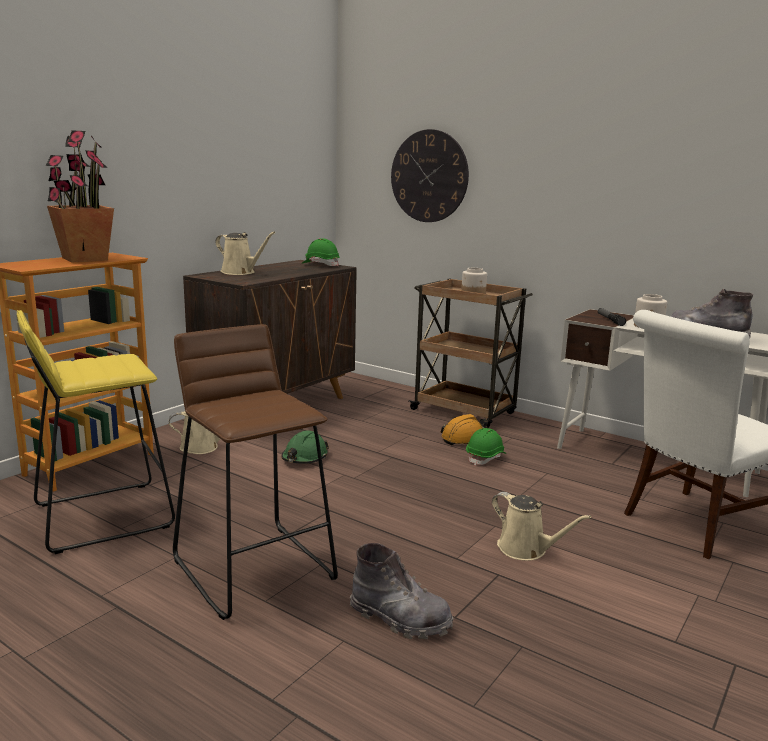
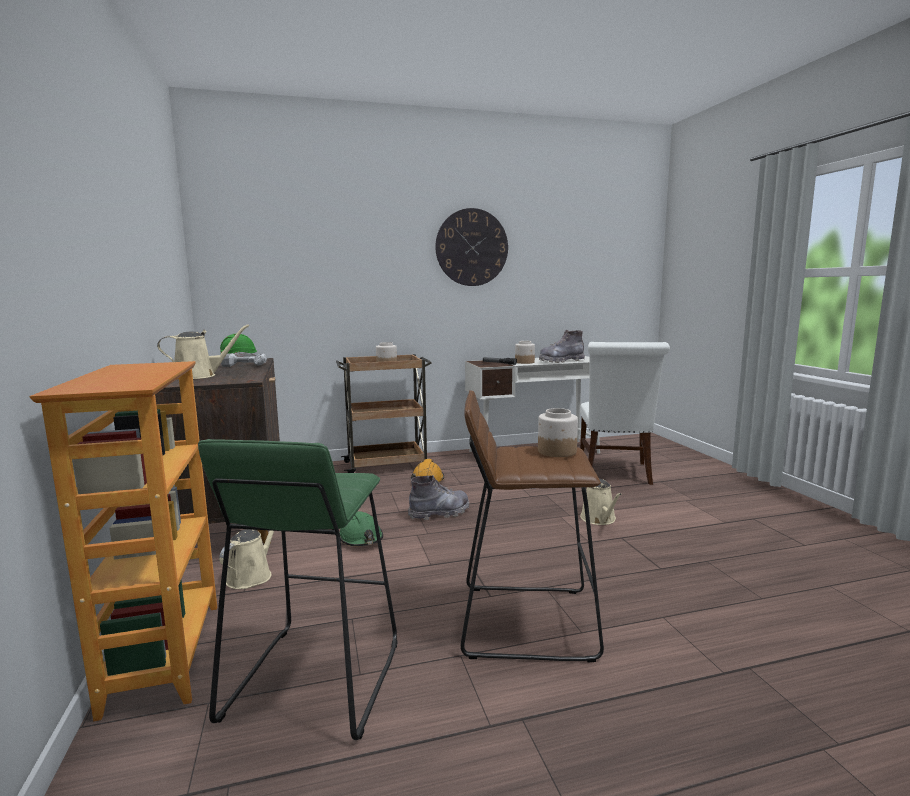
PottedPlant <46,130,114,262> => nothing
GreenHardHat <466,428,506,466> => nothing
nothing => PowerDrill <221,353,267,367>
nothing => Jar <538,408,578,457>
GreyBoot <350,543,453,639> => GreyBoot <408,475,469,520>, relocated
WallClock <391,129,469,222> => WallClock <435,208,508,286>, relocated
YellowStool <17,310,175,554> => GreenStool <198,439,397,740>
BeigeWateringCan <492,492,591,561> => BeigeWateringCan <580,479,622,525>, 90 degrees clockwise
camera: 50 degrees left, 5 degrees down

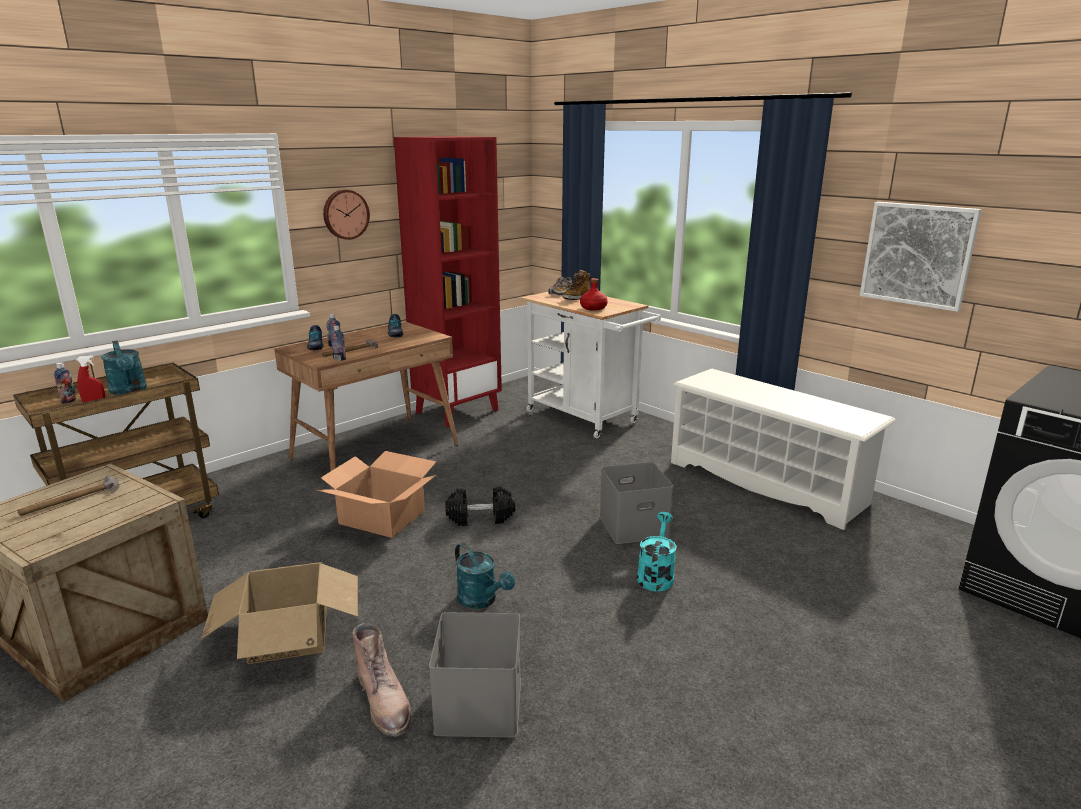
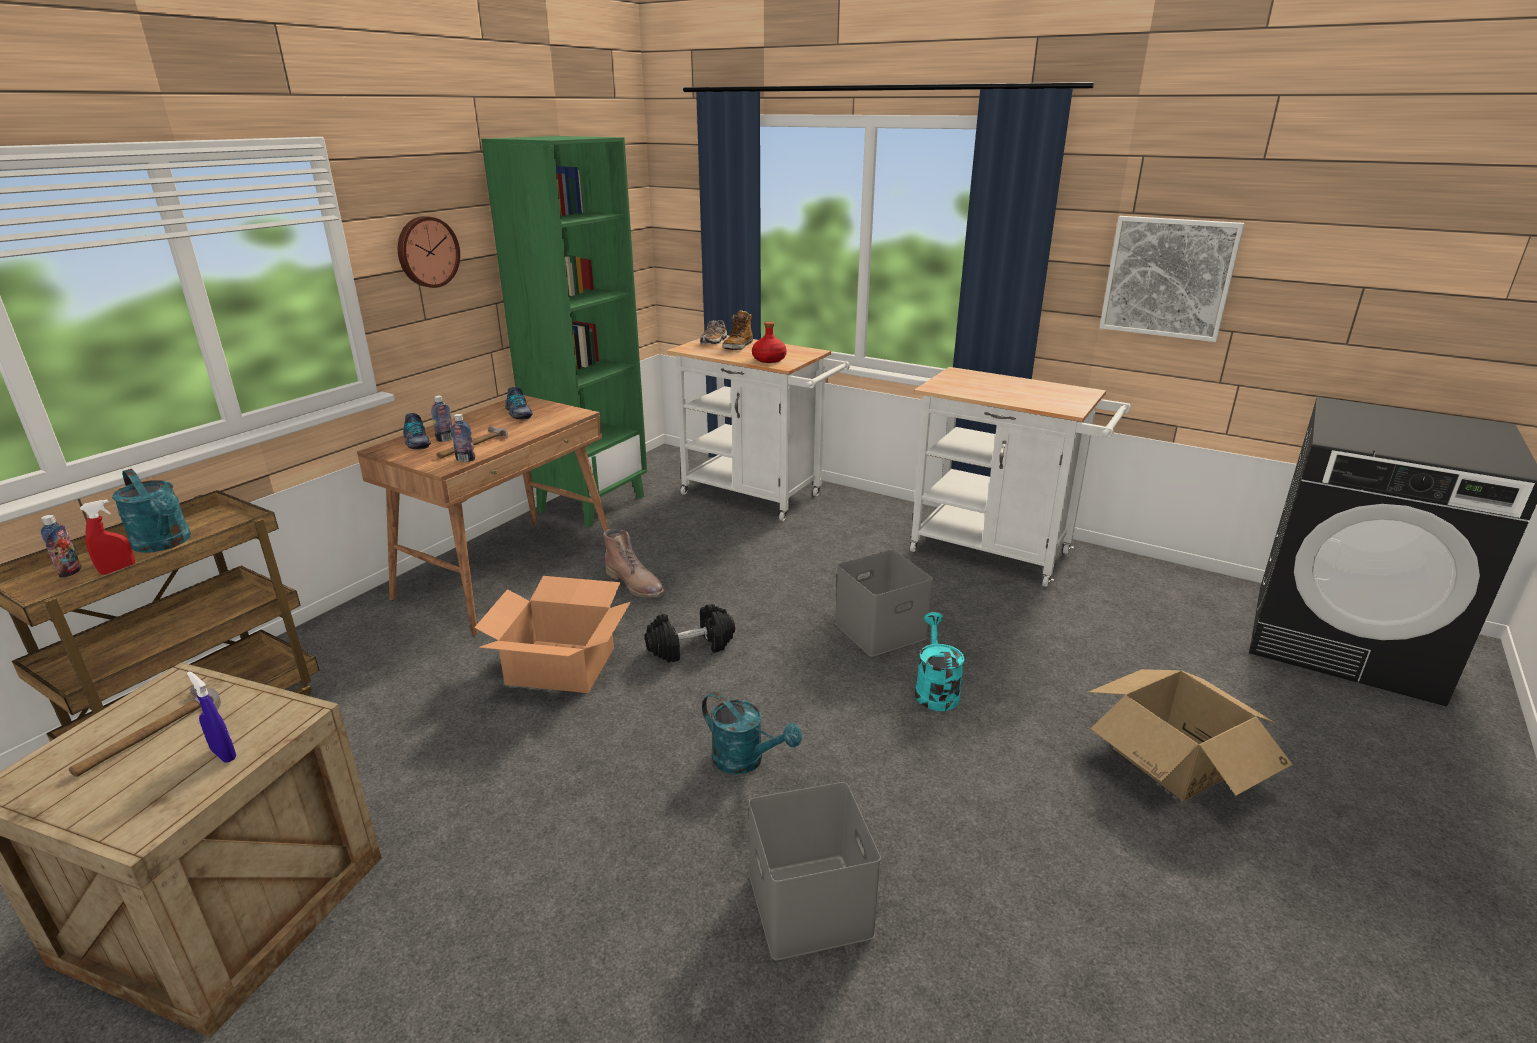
nothing => BlueSprayBottle <187,671,236,763>
CardboardBox <201,562,358,664> => CardboardBox <1088,669,1293,801>, relocated
BrownBoot <352,623,411,737> => BrownBoot <603,529,665,598>, relocated
WhiteShoeRack <671,369,896,530> => WhiteCart <910,367,1131,587>
RedBookcase <394,136,502,427> => GreenBookcase <481,136,647,528>
camera: 15 degrees left, 5 degrees up

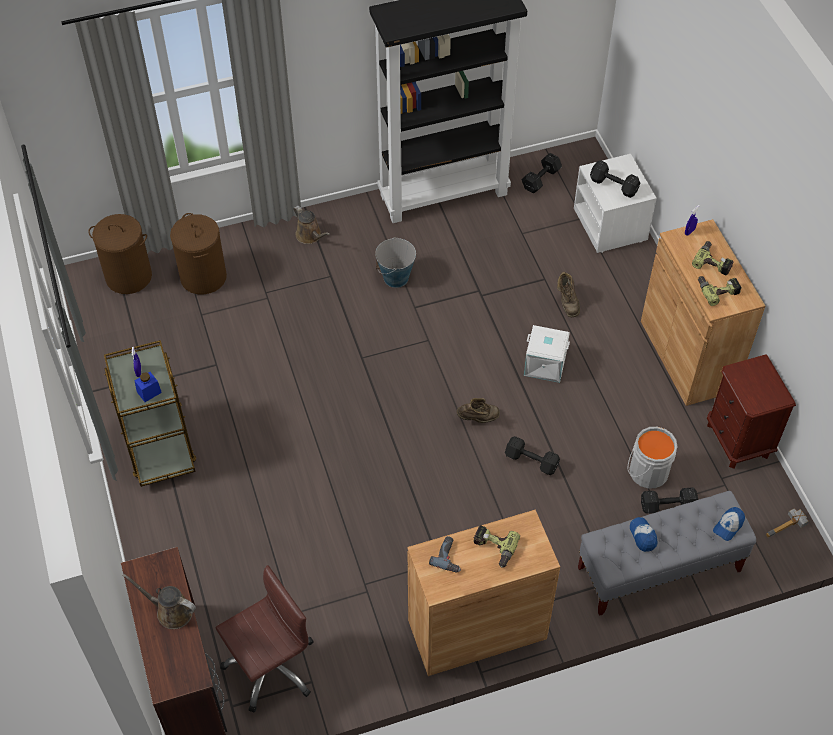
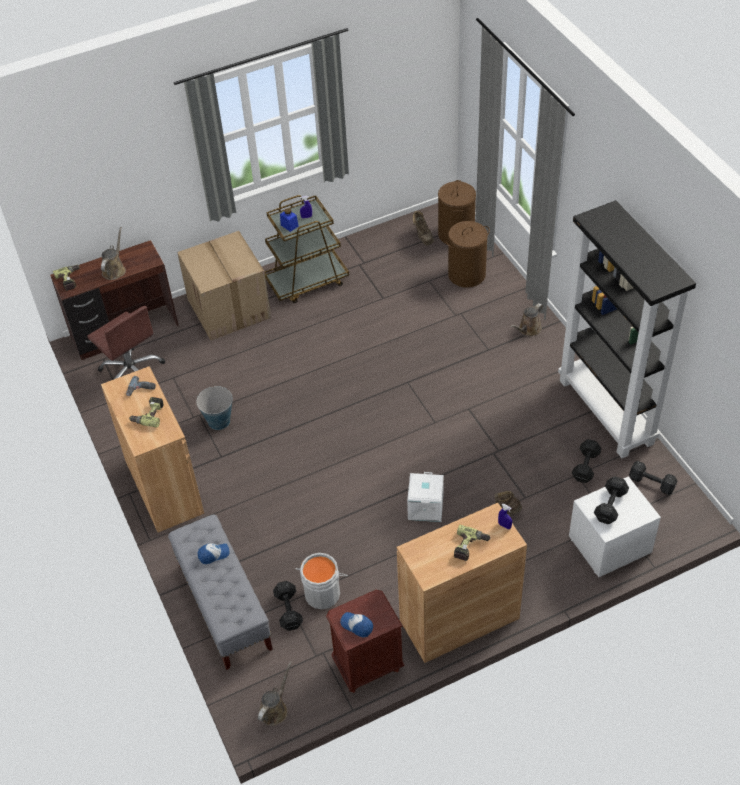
nothing => CardboardBox <177,231,271,340>
Bucket <375,237,416,288> => Bucket <196,386,233,430>, relocated
BrownBoot <457,398,500,423> => BrownBoot <413,211,434,245>, relocated
BlackDumbbell <505,436,560,475> => BlackDumbbell <572,439,601,483>, relocated
PowerDrill <698,276,742,306> => PowerDrill <53,265,80,291>, relocated
Cap <713,507,745,541> => Cap <340,612,373,637>, relocated
Hammer <766,508,809,538> => BrownWateringCan <258,662,292,726>
camera: 85 degrees right, 5 degrees down

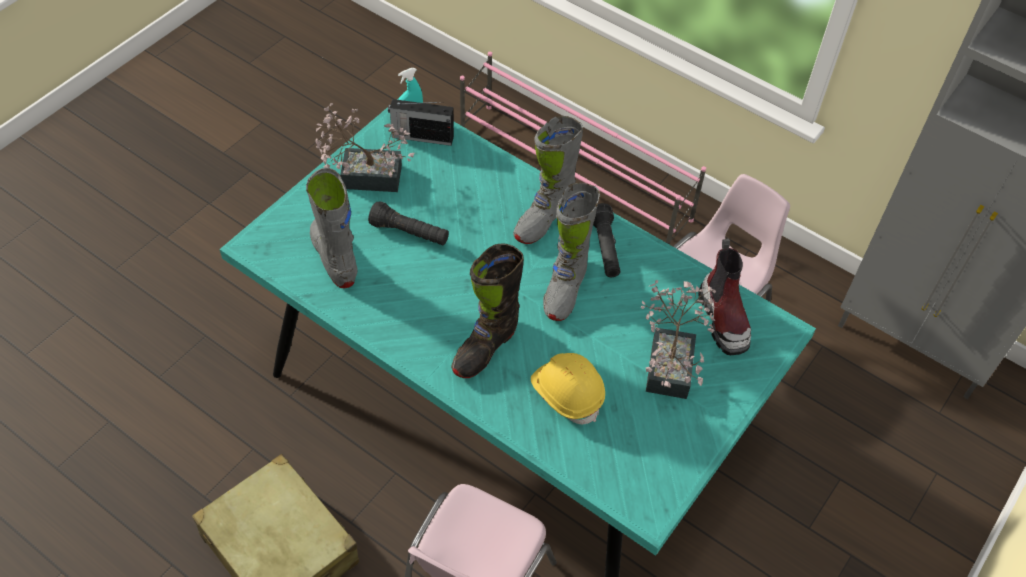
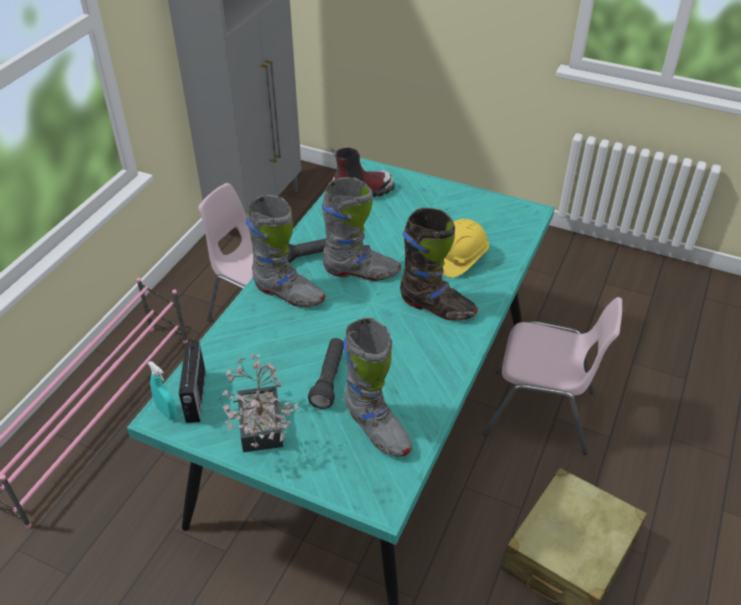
PottedPlant <641,280,716,399> => nothing
GreyBoot <306,168,358,288> => GreyBoot <343,318,412,457>, 90 degrees counterclockwise
camera: 100 degrees left, 10 degrees down

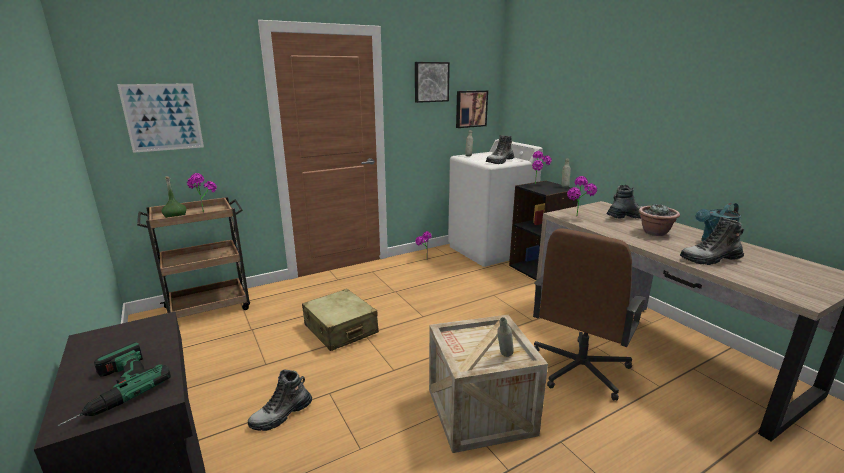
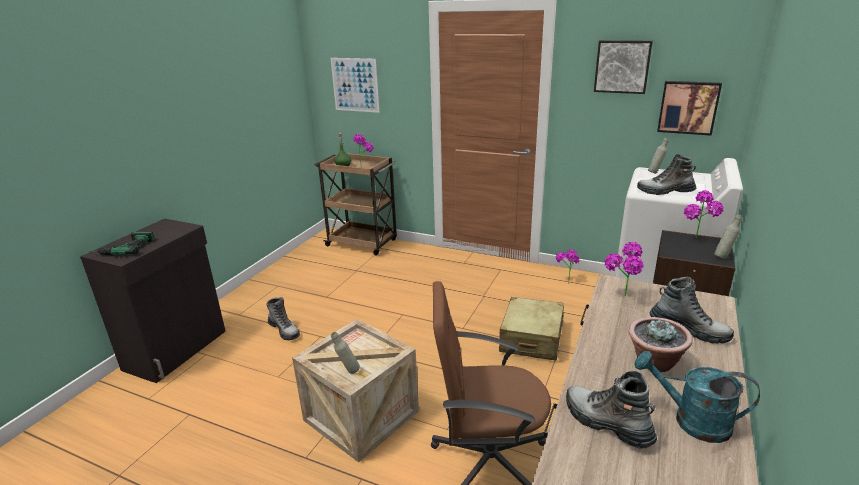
BeigeSuitcase <302,289,379,351> => BeigeSuitcase <499,297,564,360>, relocated
Boot <248,369,312,431> => Boot <266,297,300,340>, 150 degrees counterclockwise
camera: 55 degrees right, 5 degrees up

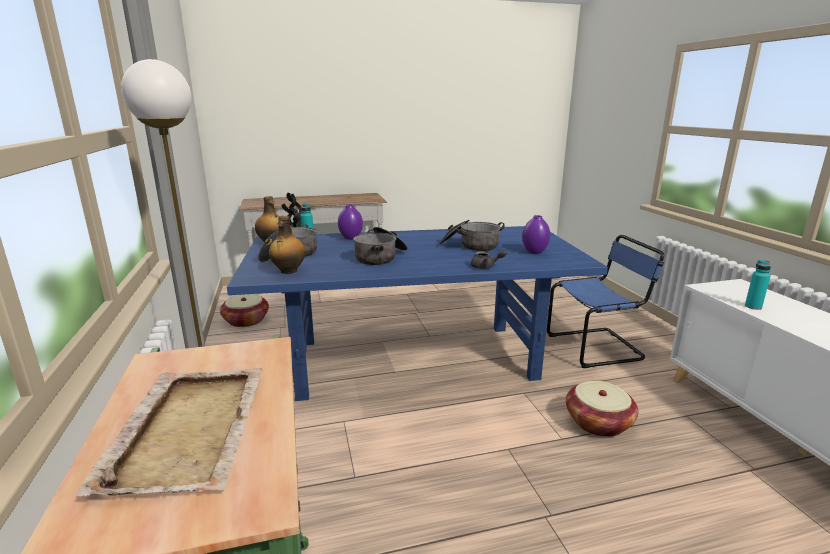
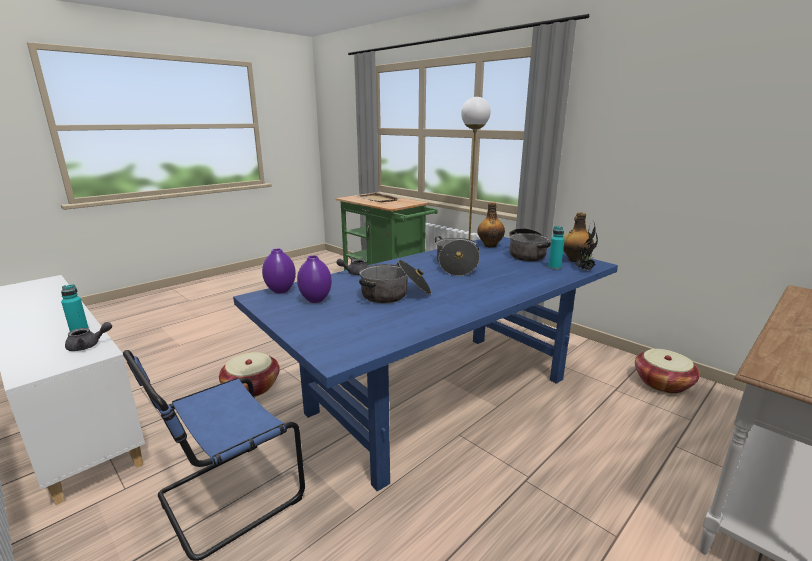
nothing => GreyTeapot <65,322,112,351>
PurpleVase <338,204,363,240> => PurpleVase <262,248,296,294>, relocated
camera: 150 degrees right, 0 degrees up

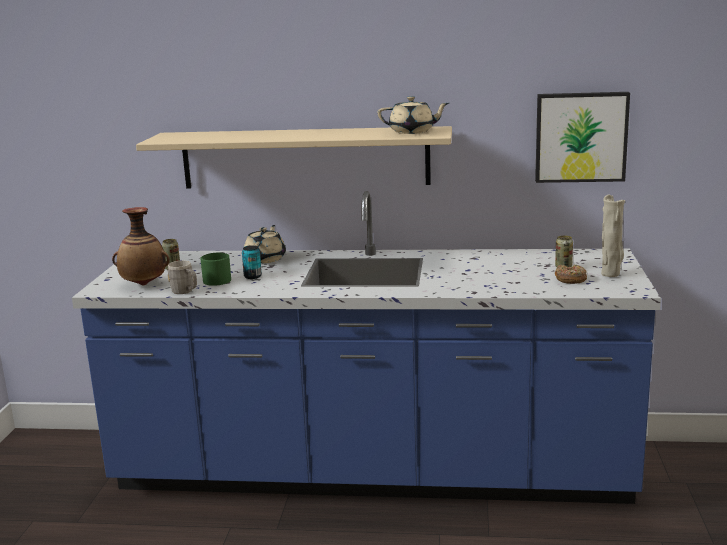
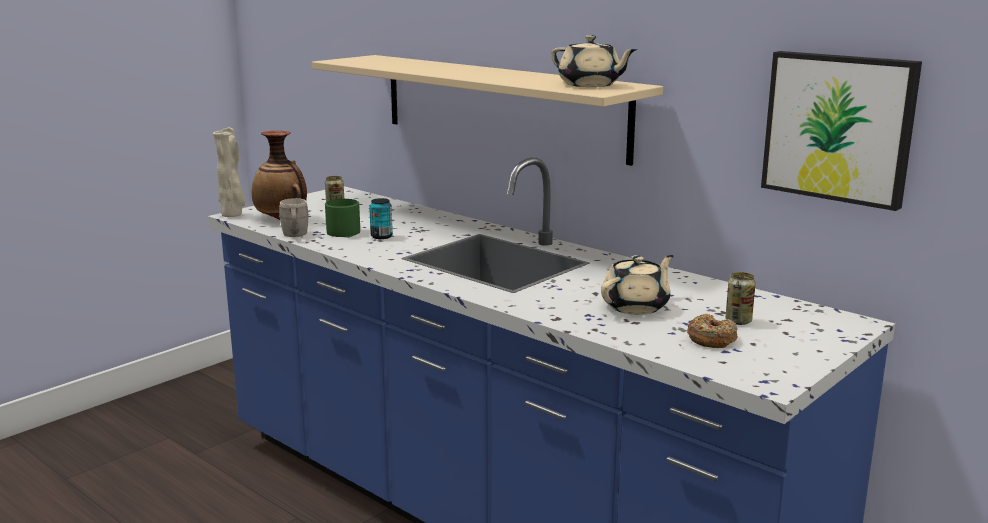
BeigeTeapot <244,225,286,263> => BeigeTeapot <601,255,674,315>, relocated
BeigeVase <601,195,625,277> => BeigeVase <213,127,245,217>, relocated
camera: 35 degrees right, 0 degrees up

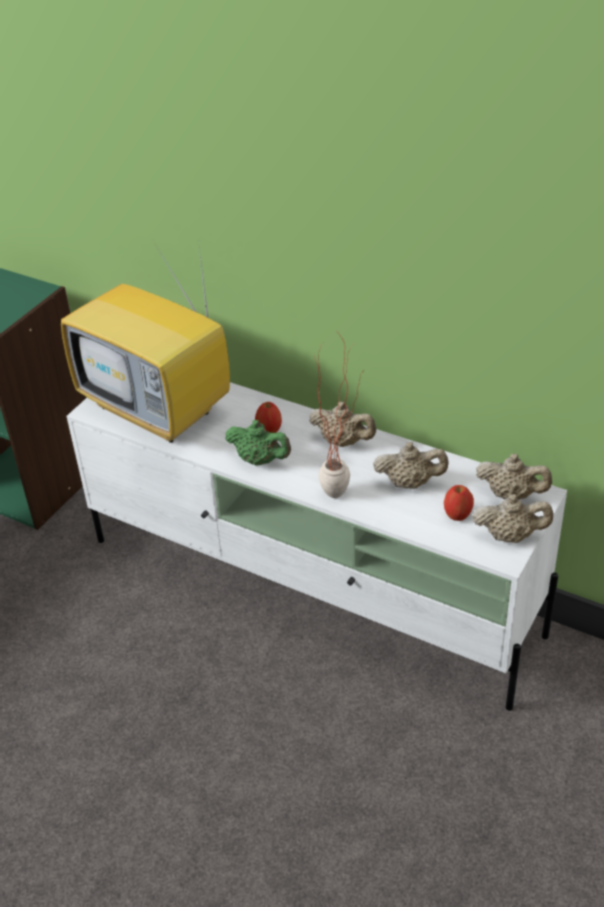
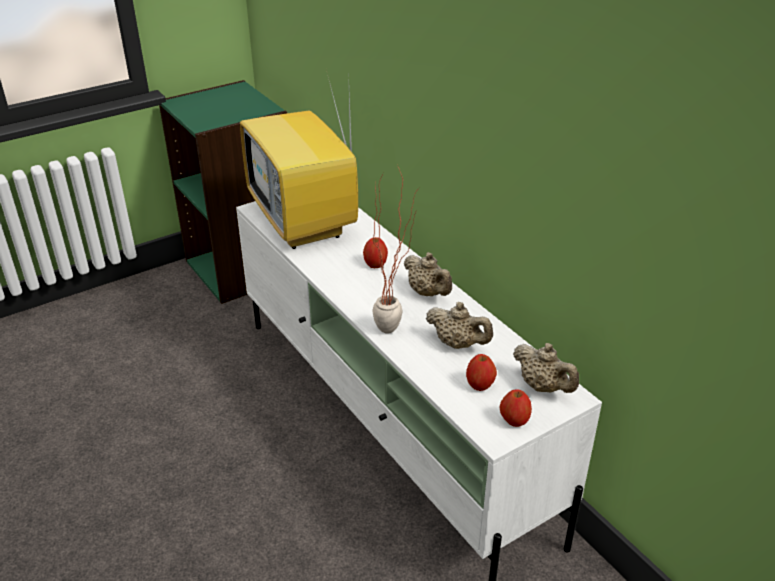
GreenTeapot <225,420,291,466> => nothing
BeigeTeapot <473,494,553,543> => Apple <500,390,532,427>
camera: 25 degrees right, 5 degrees down

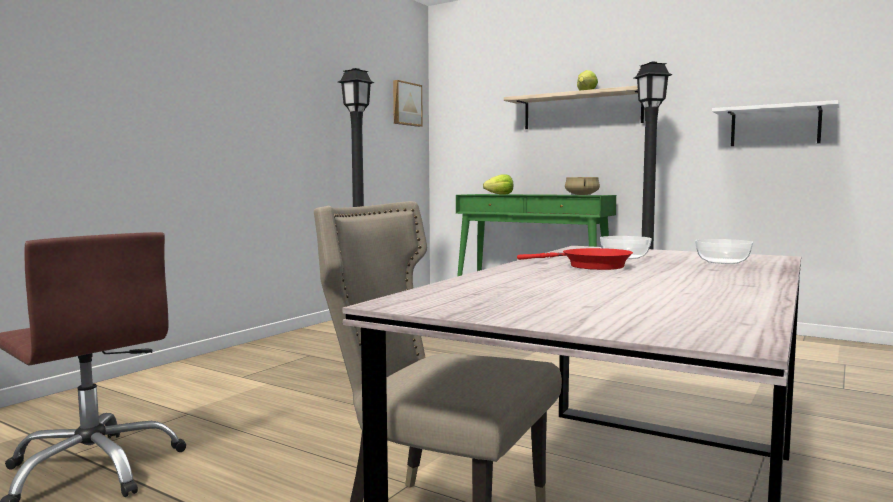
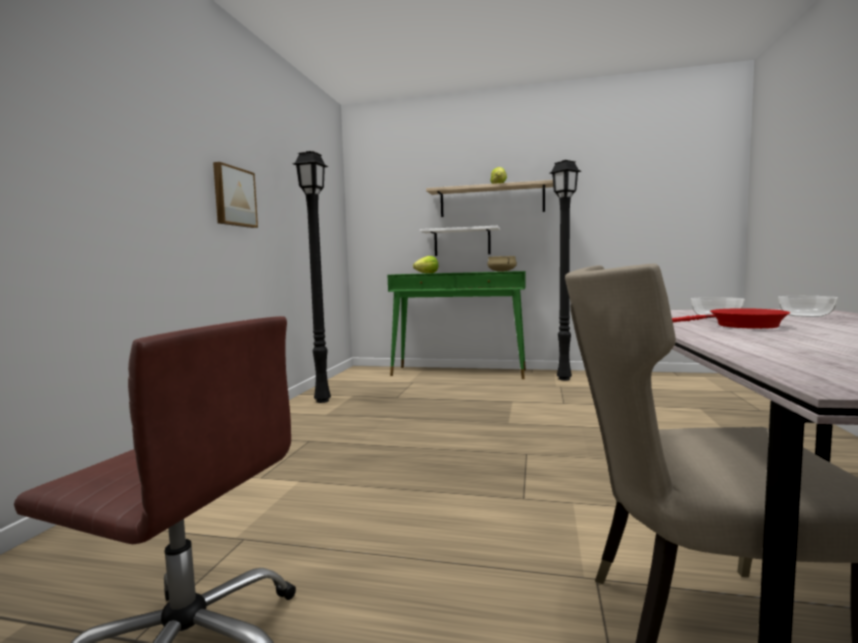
Picture <393,80,423,127> => Picture <213,162,258,228>, relocated
WhiteShelf <712,100,840,146> => WhiteShelf <420,226,500,256>, relocated
camera: 20 degrees left, 0 degrees up

